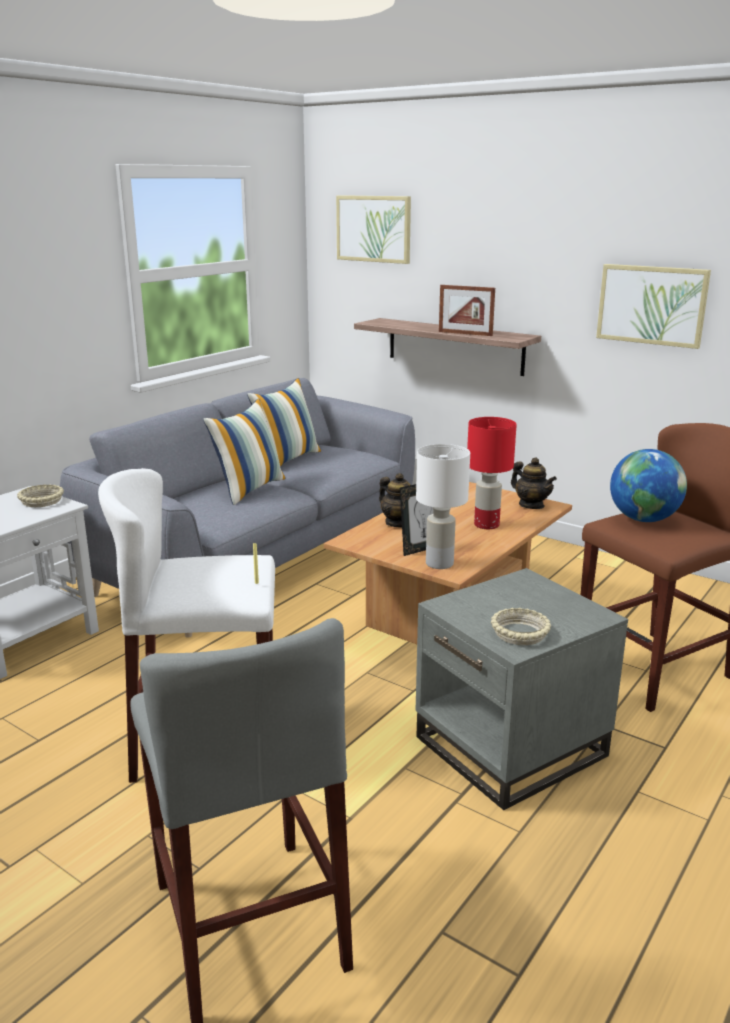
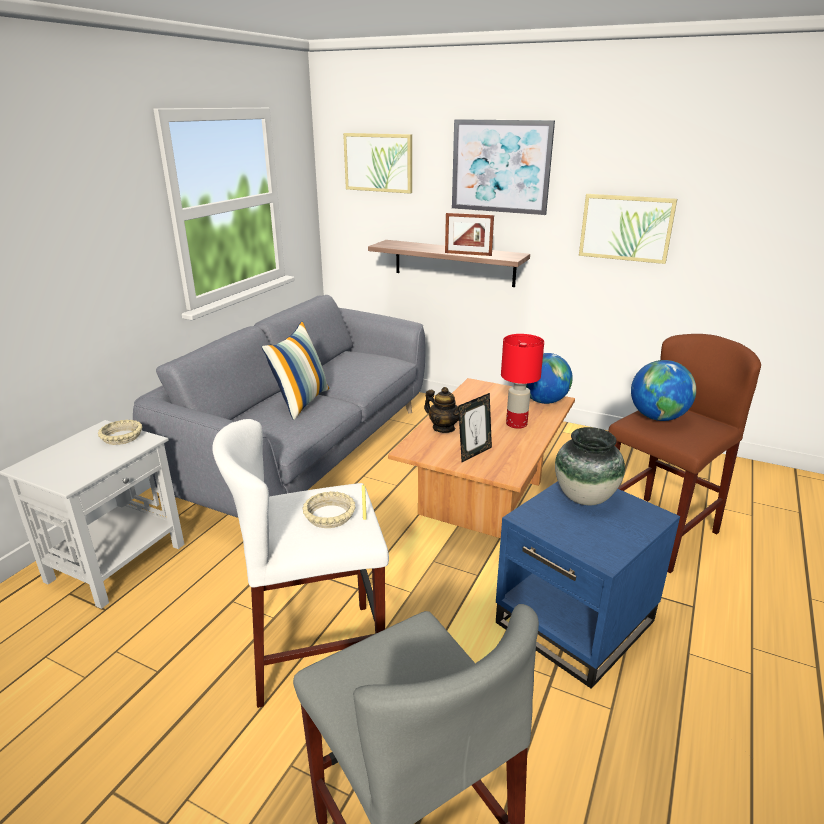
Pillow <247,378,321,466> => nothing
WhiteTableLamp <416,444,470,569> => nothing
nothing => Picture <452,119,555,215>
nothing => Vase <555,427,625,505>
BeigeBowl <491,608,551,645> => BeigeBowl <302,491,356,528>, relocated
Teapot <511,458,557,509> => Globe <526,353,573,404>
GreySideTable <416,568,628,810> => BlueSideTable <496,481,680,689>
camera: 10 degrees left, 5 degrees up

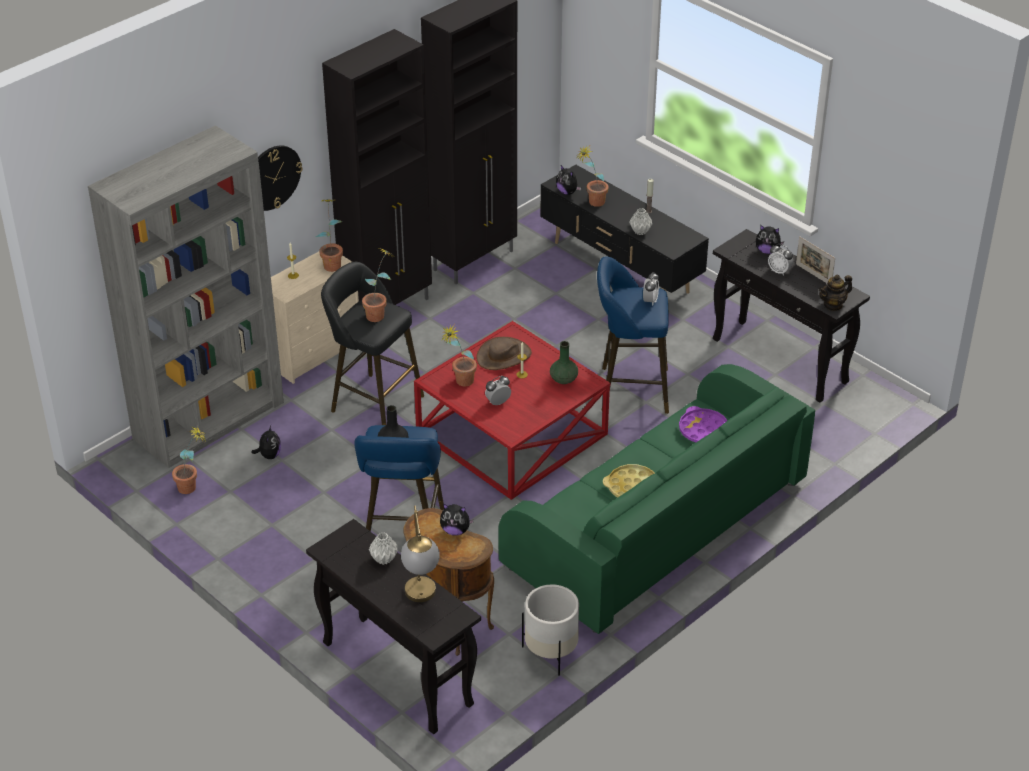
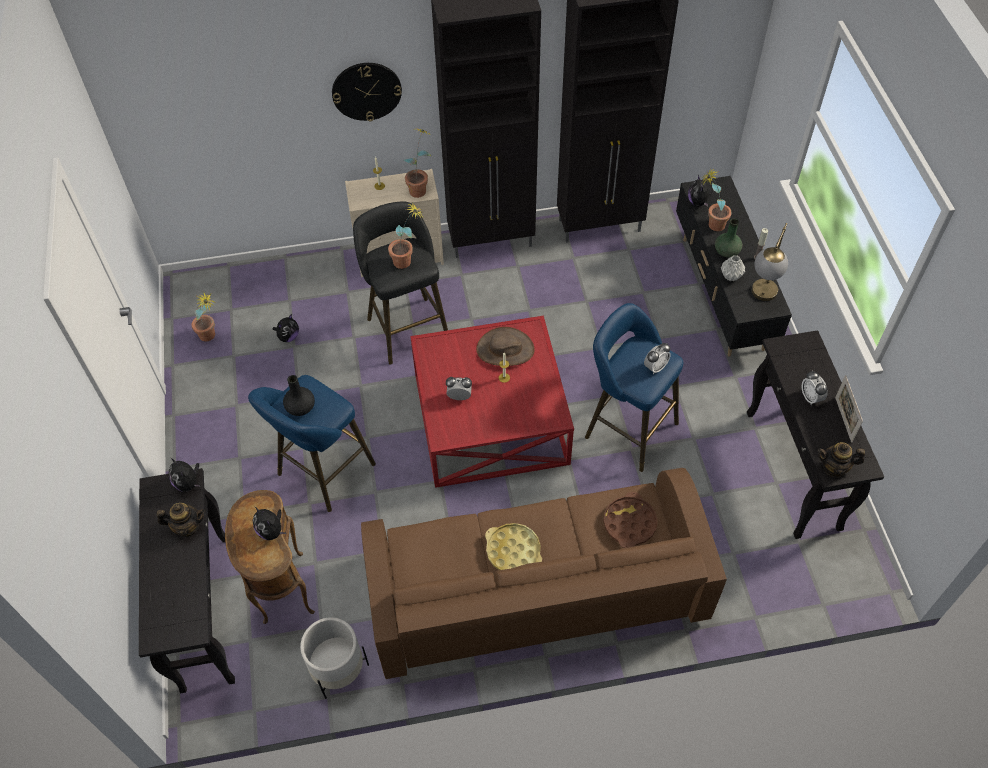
GreyBookcase <88,125,284,468> => nothing
PottedPlant <441,325,477,386> => nothing
TableLamp <401,505,440,602> => TableLamp <752,223,788,301>, relocated
GreenVase <550,341,578,384> => GreenVase <715,218,742,257>, relocated
PlushToy <756,225,784,254> => PlushToy <169,458,201,492>, relocated
GreyVase <369,532,398,565> => Teapot <156,503,205,537>
GreenSofa <498,364,815,634> => BrownSofa <361,468,727,679>
PurpleTray <679,406,728,442> => BrownTray <603,492,658,548>
camera: 35 degrees right, 15 degrees up

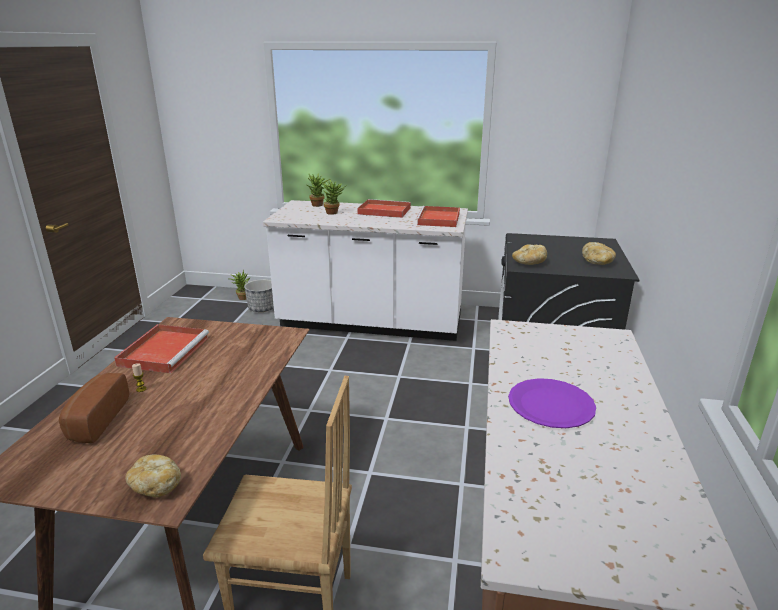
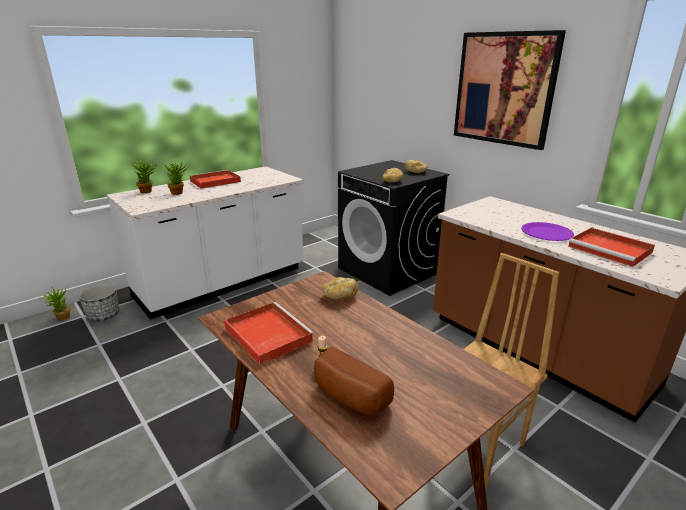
nothing => Picture <454,30,566,150>
Bread <125,454,181,497> => Bread <322,277,358,299>, relocated
RedTray <416,206,460,227> => RedTray <568,228,655,267>, relocated
camera: 50 degrees left, 0 degrees up

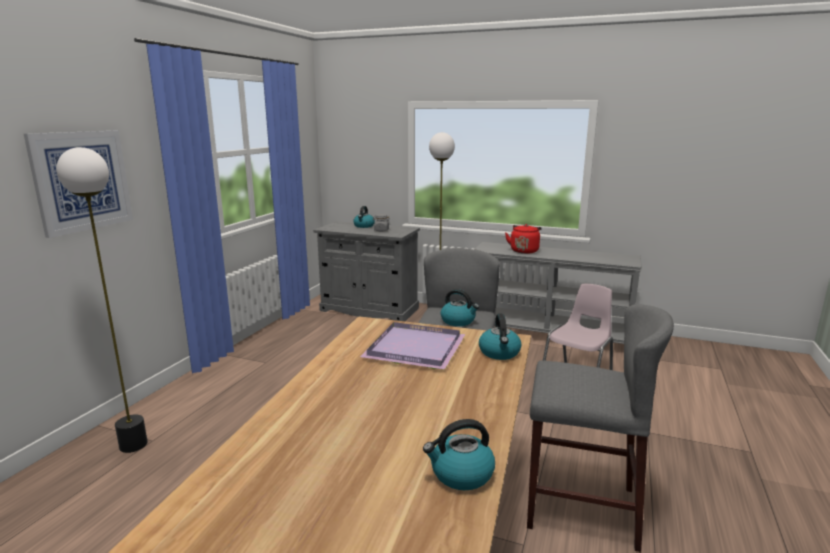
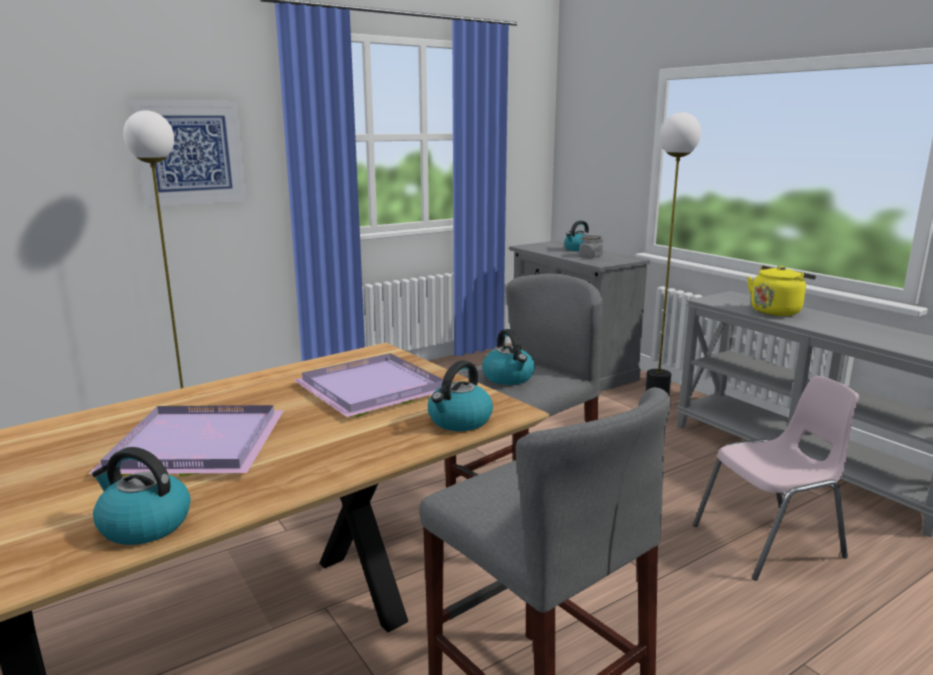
nothing => PurpleTray <89,405,284,476>
RedKettle <505,224,542,254> => YellowKettle <747,265,816,316>
camera: 35 degrees right, 0 degrees up

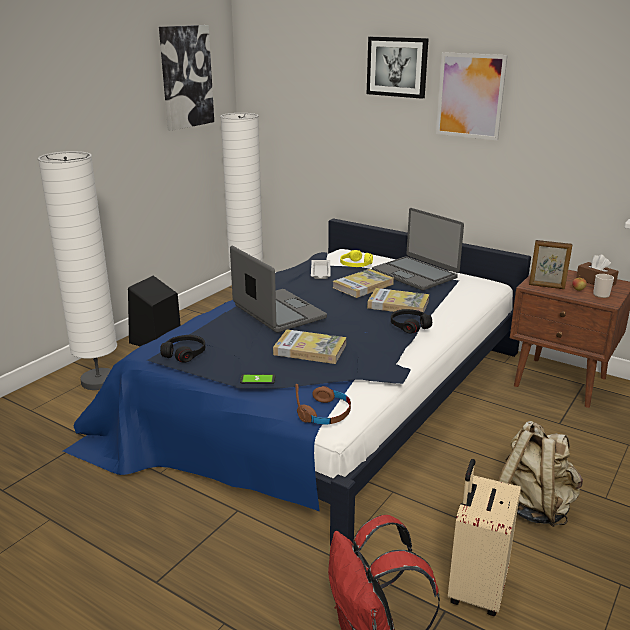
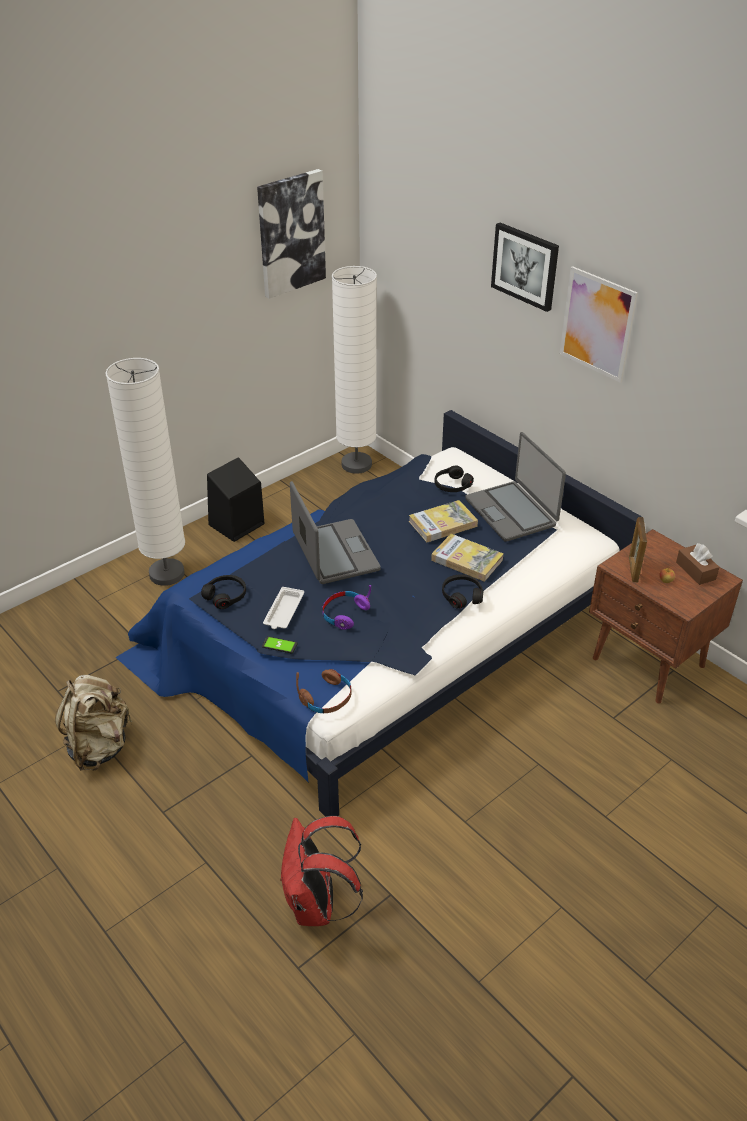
BeigeSuitcase <448,459,521,616> => nothing
Mug <593,274,614,298> => nothing
WhiteTray <311,260,331,279> => WhiteTray <263,587,304,629>, relocated
BeigeBackpack <497,421,583,527> => BeigeBackpack <55,675,132,771>, relocated
Book <273,329,347,364> => PurpleHeadphones <322,585,371,630>
YellowHeadphones <340,250,373,267> => BlackHeadphones <435,466,474,492>
PictureFrame <529,240,572,289> => PictureFrame <629,517,647,582>, 60 degrees clockwise
camera: 15 degrees right, 15 degrees up

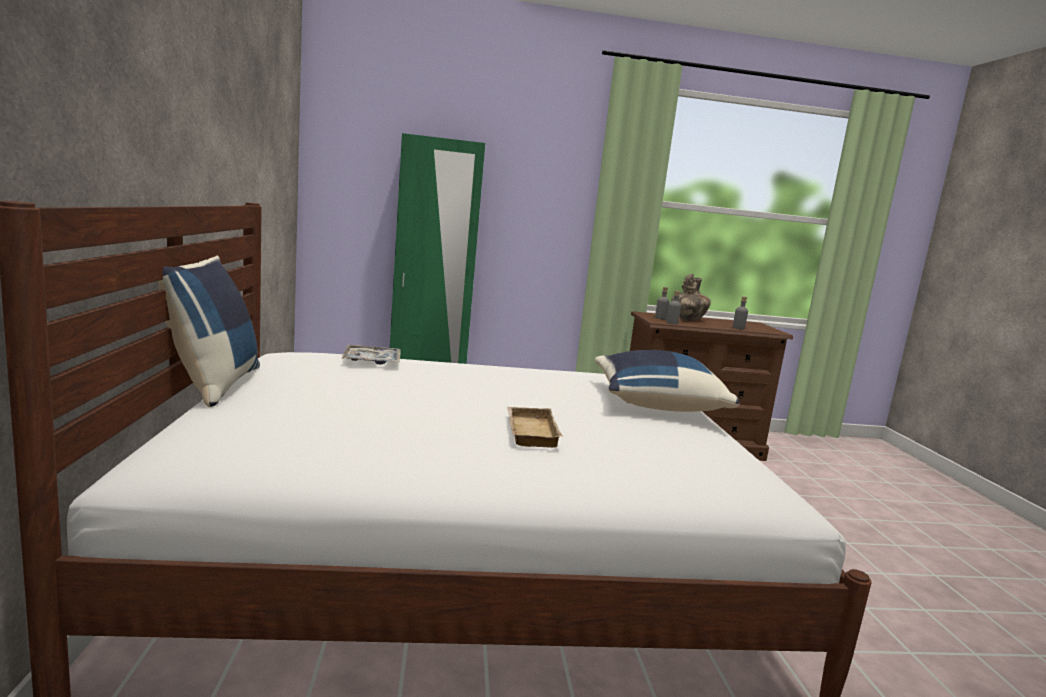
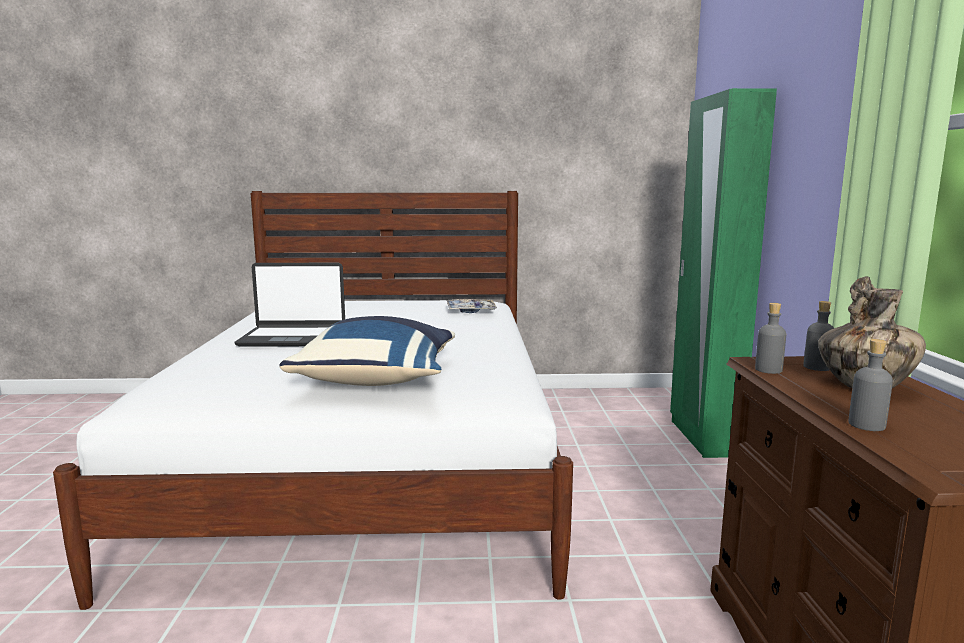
BluePillow <158,256,260,407> => nothing
BeigeTray <507,407,563,448> => Laptop <235,263,345,347>
camera: 95 degrees right, 0 degrees up

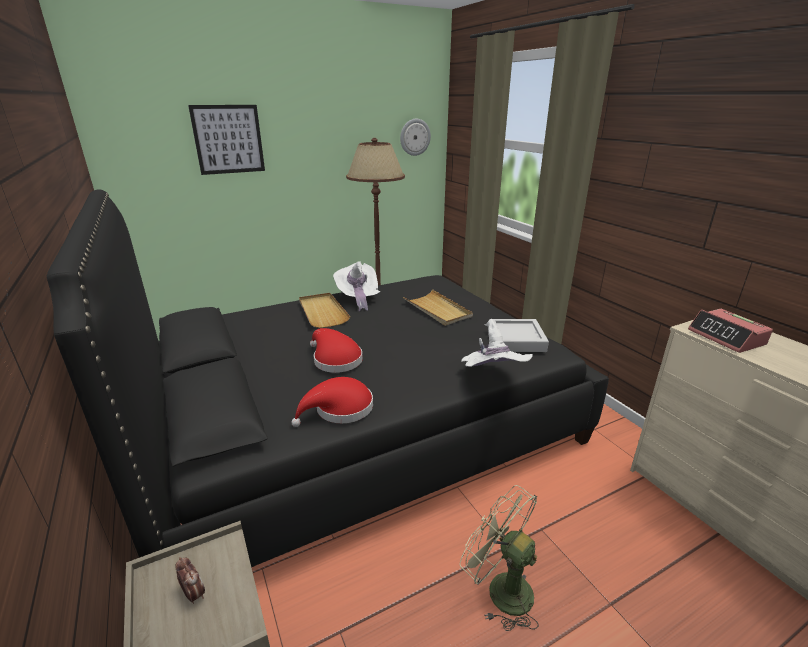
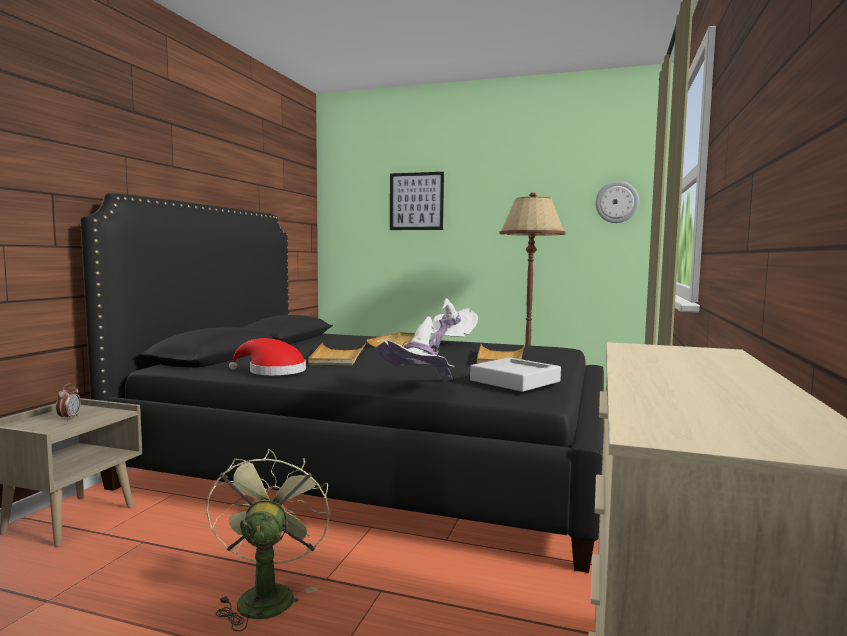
AlarmClock <688,309,773,353> => nothing
RedHat <310,328,363,373> => BeigeTray <308,343,366,366>
camera: 45 degrees right, 20 degrees down

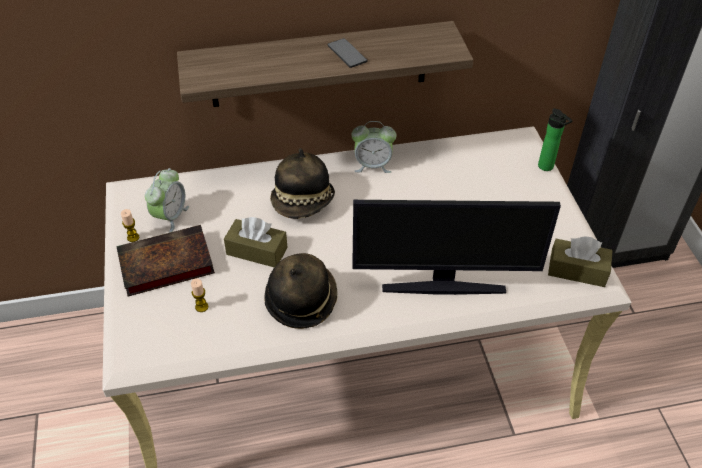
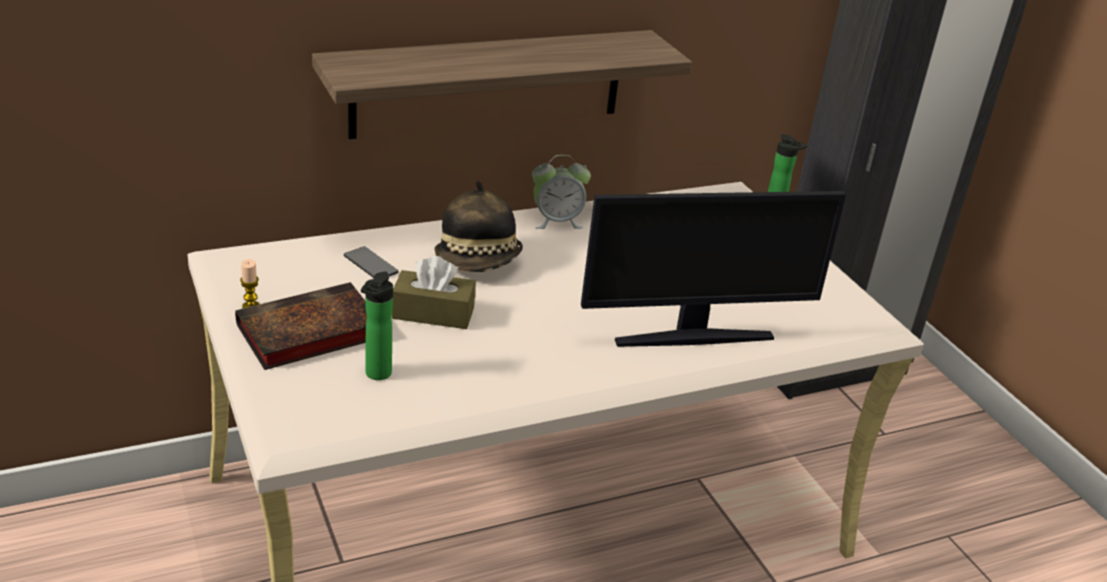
AlarmClock <145,168,189,232> => nothing
Hat <264,253,338,329> => nothing
BrownTissueBox <548,236,613,287> => nothing
Phone <327,38,367,68> => Phone <344,246,399,278>, relocated
Candle <191,279,208,312> => Bottle <361,271,393,380>
camera: 15 degrees left, 15 degrees down

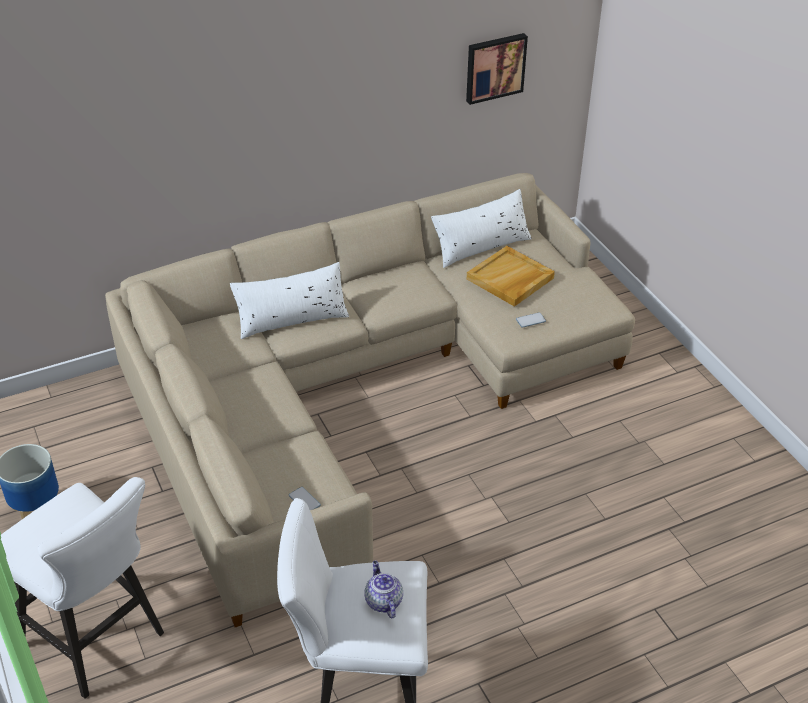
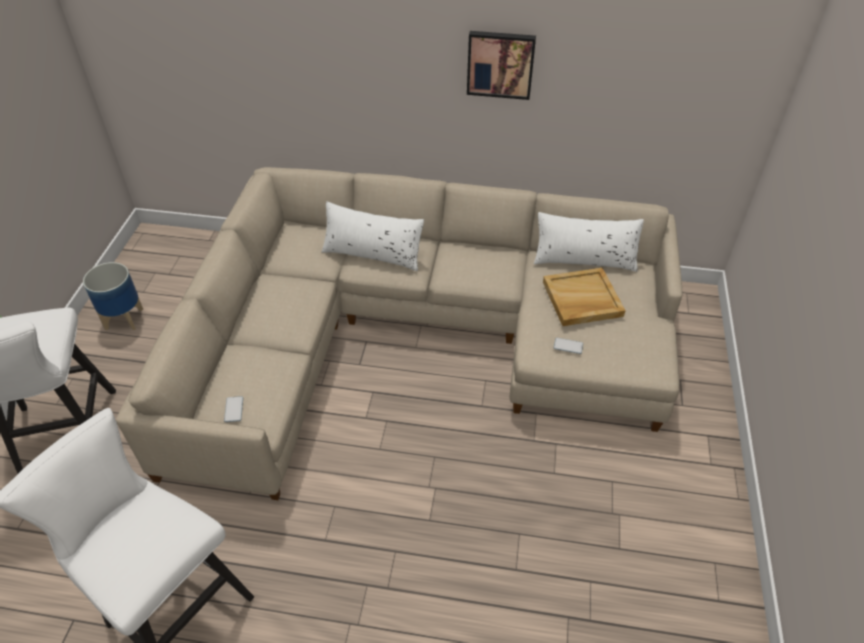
Teapot <364,561,403,618> => nothing
Picture <466,33,528,105> => Picture <467,31,536,100>, relocated
camera: 35 degrees right, 5 degrees up

